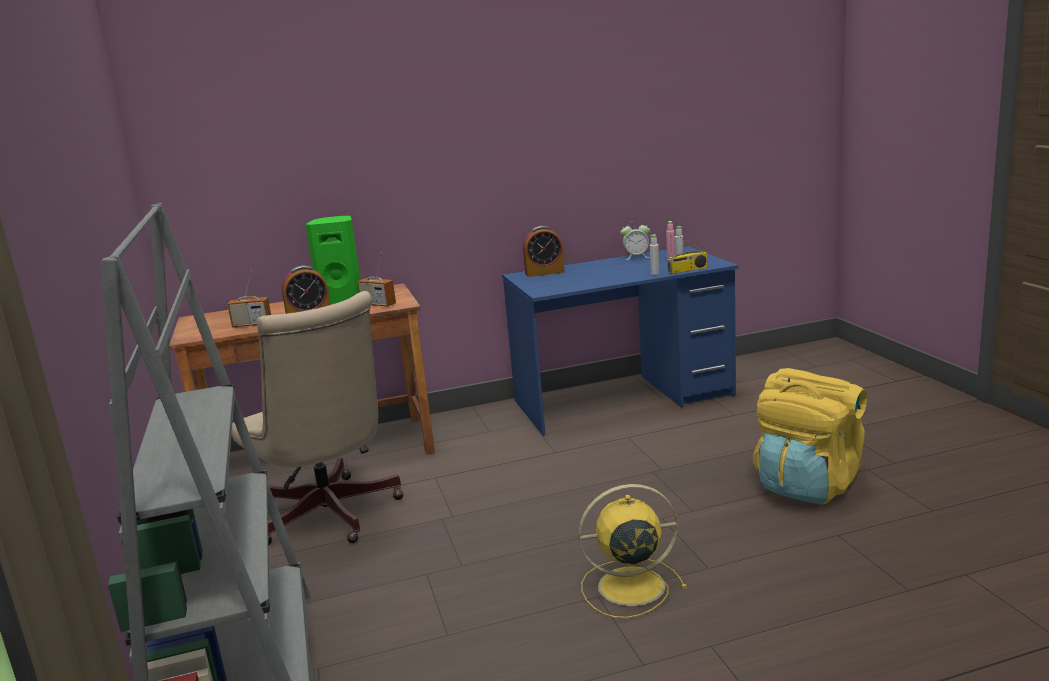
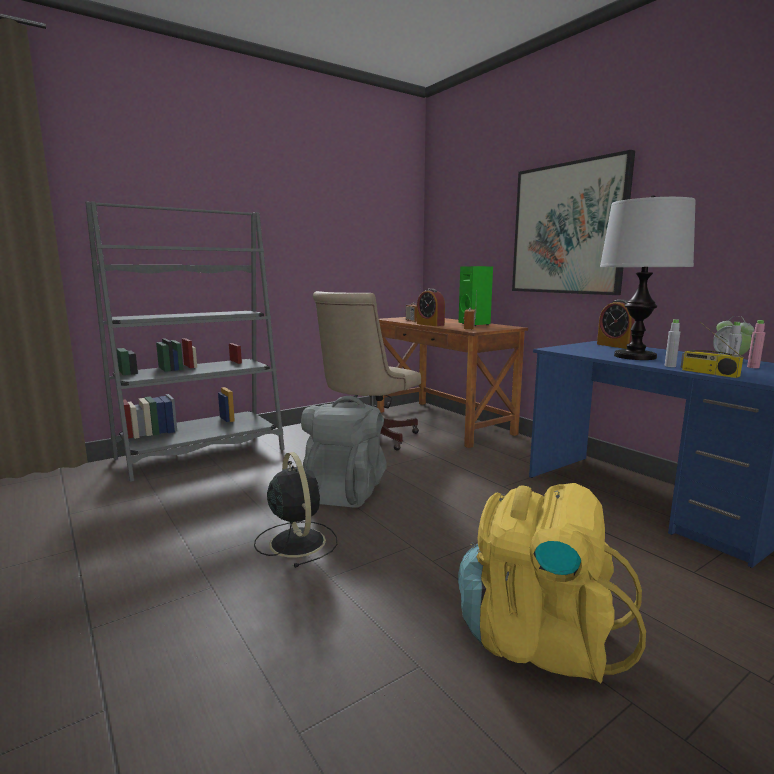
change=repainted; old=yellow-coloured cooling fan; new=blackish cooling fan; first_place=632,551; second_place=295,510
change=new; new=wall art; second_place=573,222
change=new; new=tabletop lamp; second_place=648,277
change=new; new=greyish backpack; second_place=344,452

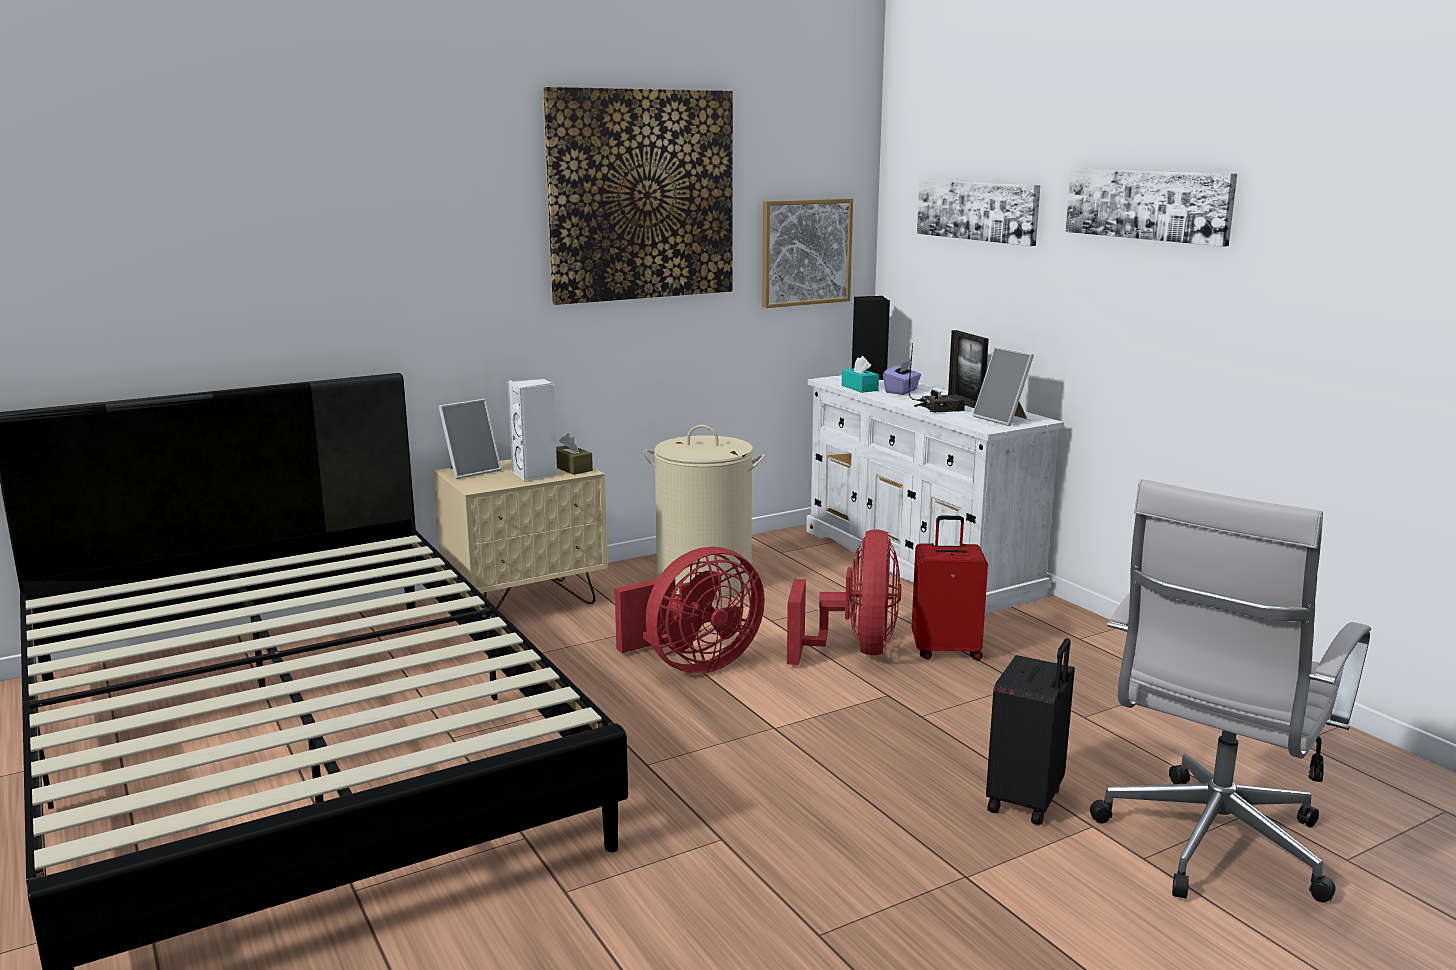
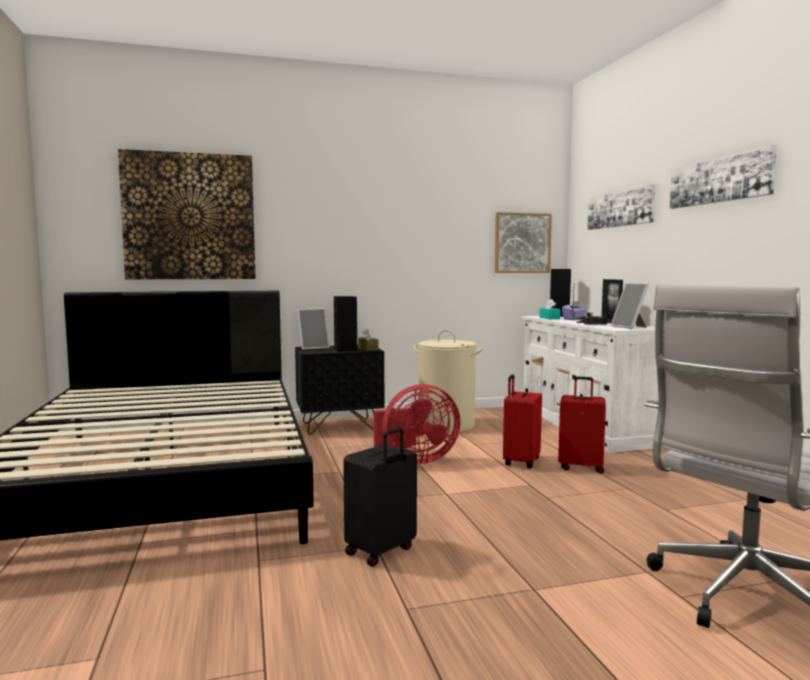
change=shifted; old=wall art; first_place=638,196; second_place=187,214
change=repainted; old=whitish loudspeaker; new=blackish loudspeaker; first_place=532,430; second_place=345,324
change=repainted; old=beige nightstand; new=blackish nightstand; first_place=521,534; second_place=339,389
change=swapped; old=red-coloured cooling fan; new=red-coloured piece of luggage; first_place=844,597; second_place=522,421
change=shifted; old=blackish piece of luggage; first_place=1030,731; second_place=380,496

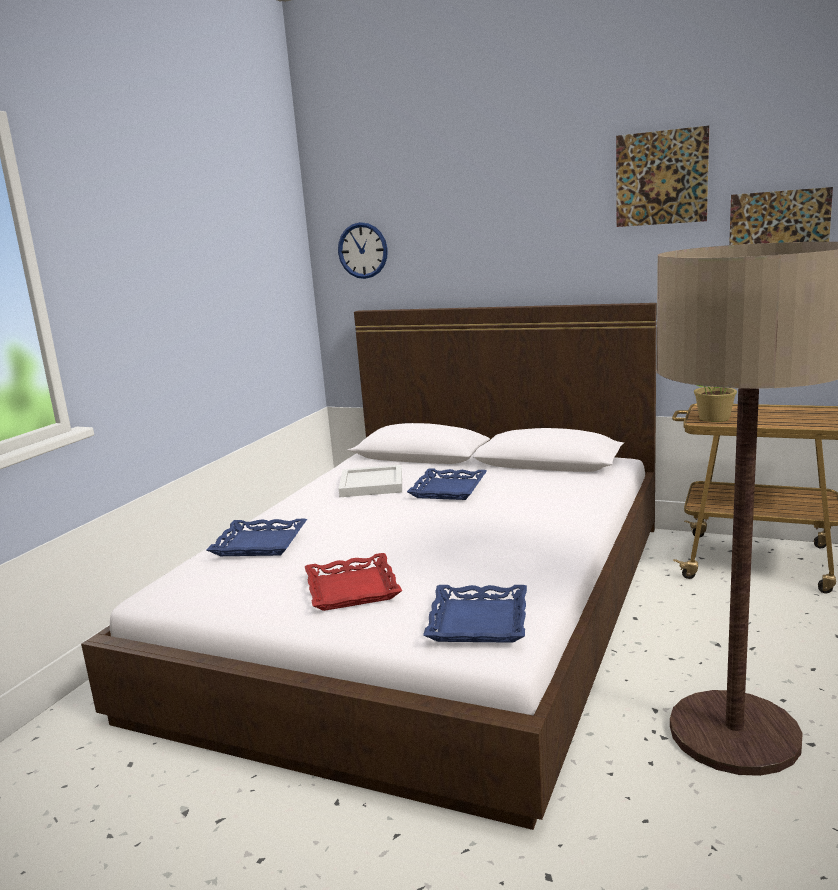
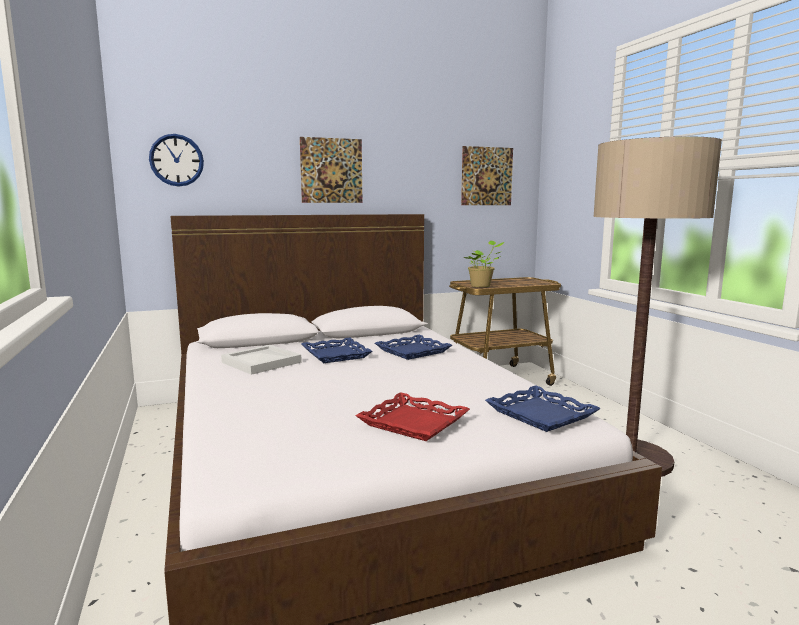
change=shifted; old=wall art; first_place=662,176; second_place=331,170
change=shifted; old=bluish carrying tray; first_place=256,537; second_place=413,347

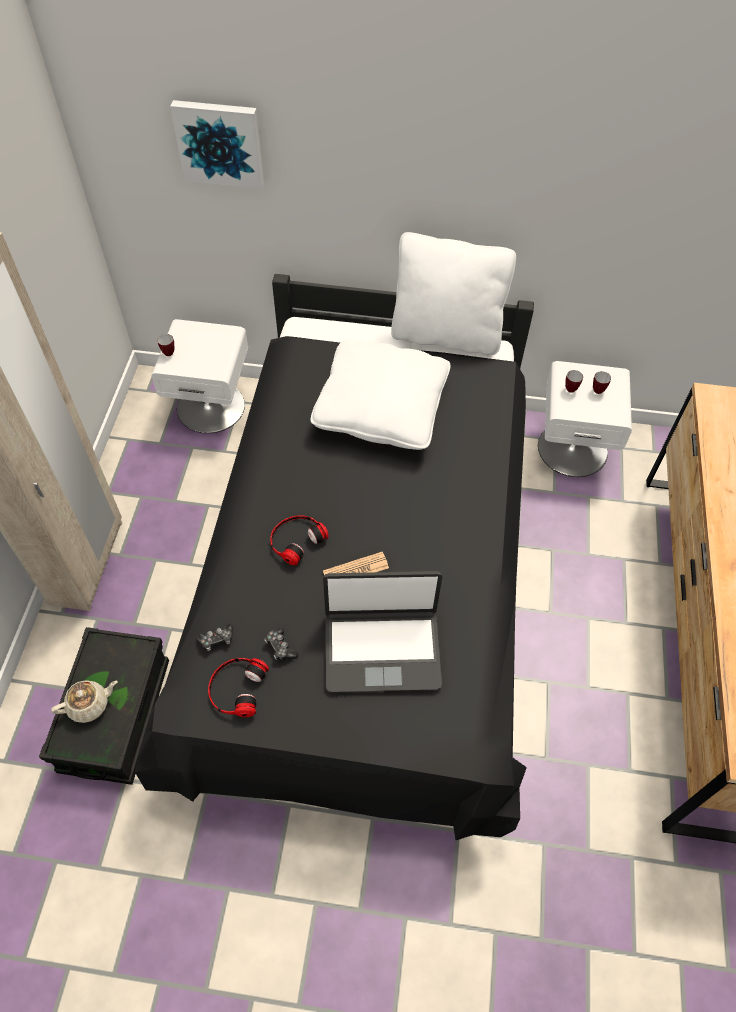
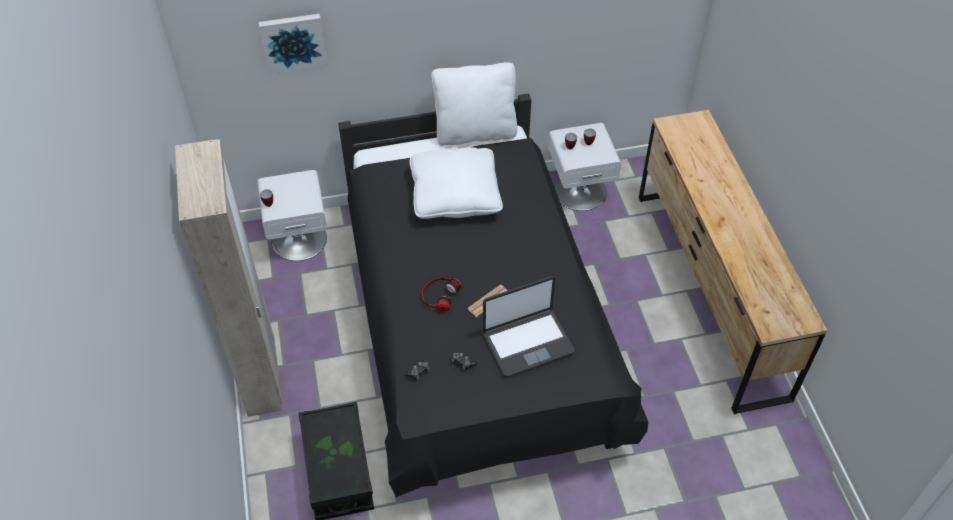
change=gone; old=headphones; first_place=238,687
change=gone; old=beige teapot; first_place=84,701

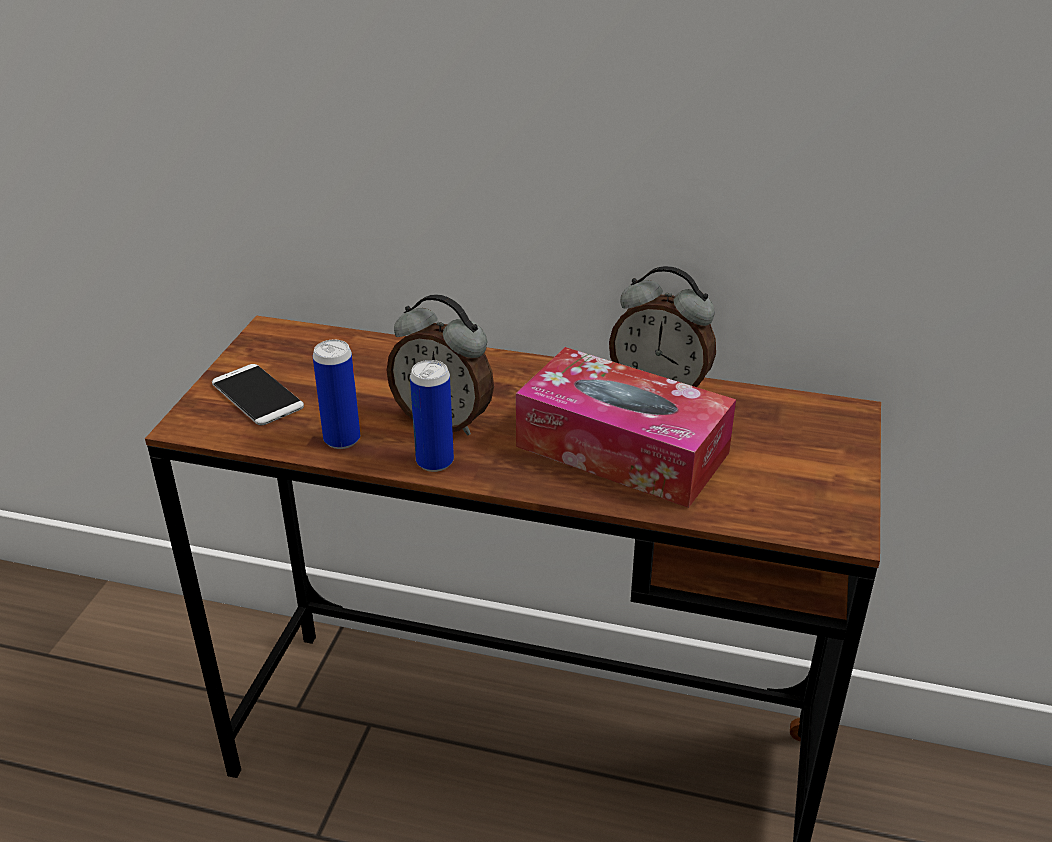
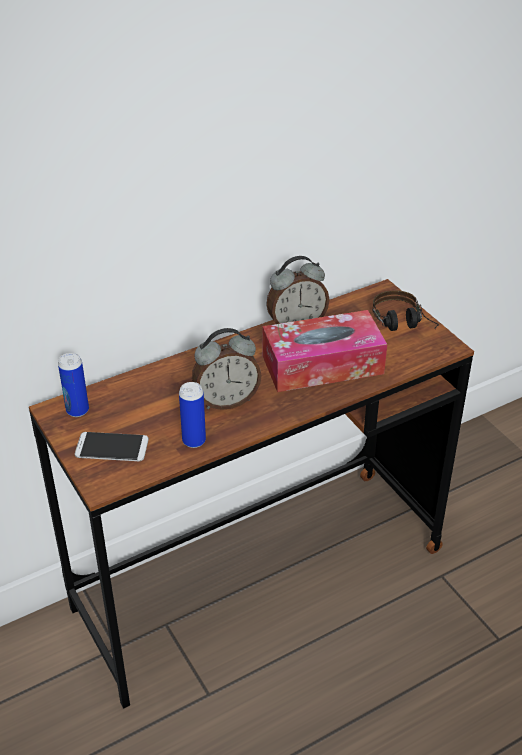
change=shifted; old=metal can; first_place=432,416; second_place=73,385
change=new; new=headphones; second_place=405,310

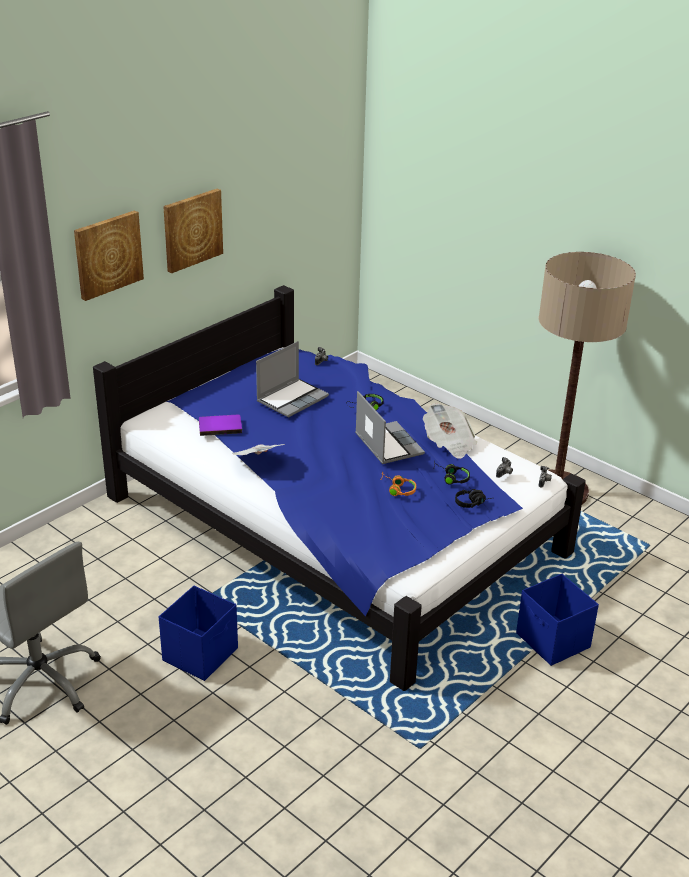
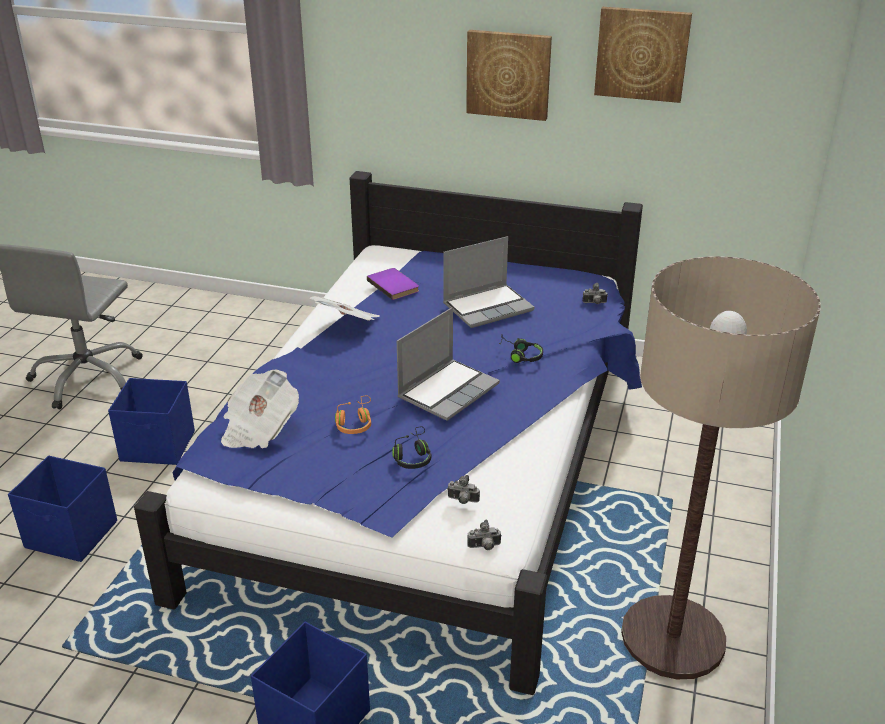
change=shifted; old=wall art; first_place=109,255; second_place=643,55
change=rotated; old=laptop; first_place=292,379; second_place=489,282; degrees=-45
change=shifted; old=daily paper; first_place=450,431; second_place=260,408
change=gone; old=blackish headphones; first_place=473,498
change=new; new=bluish storage container; second_place=62,509

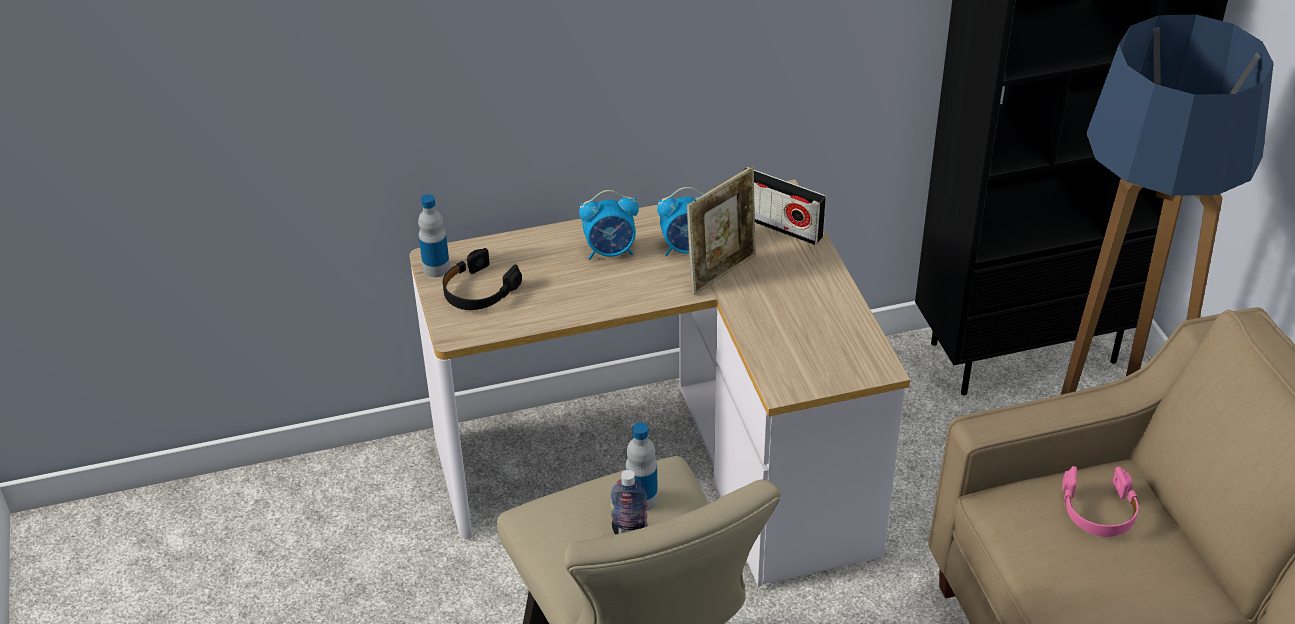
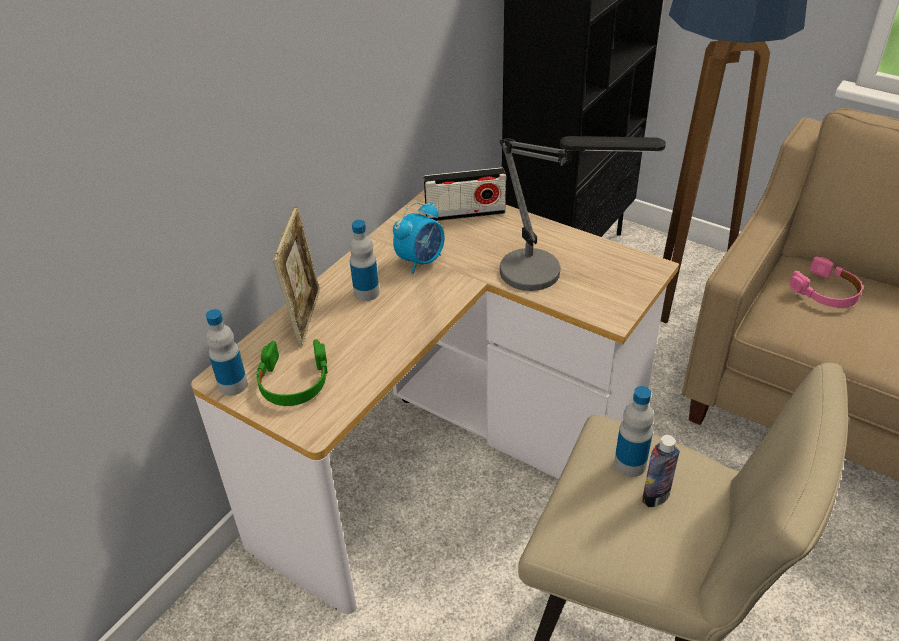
change=shifted; old=photo frame; first_place=721,230; second_place=296,276
change=swapped; old=bedside clock; new=bottle; first_place=609,225; second_place=364,260
change=repainted; old=blackish headphones; new=green headphones; first_place=482,279; second_place=292,372
change=new; new=tabletop lamp; second_place=583,213

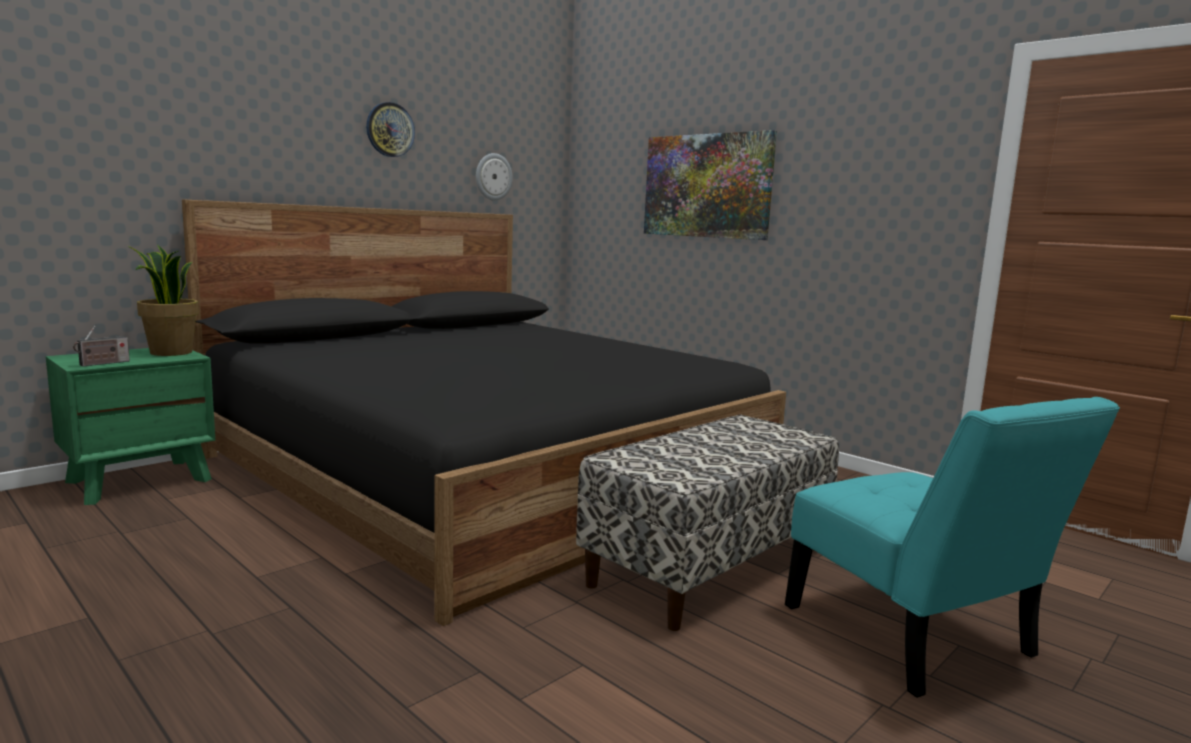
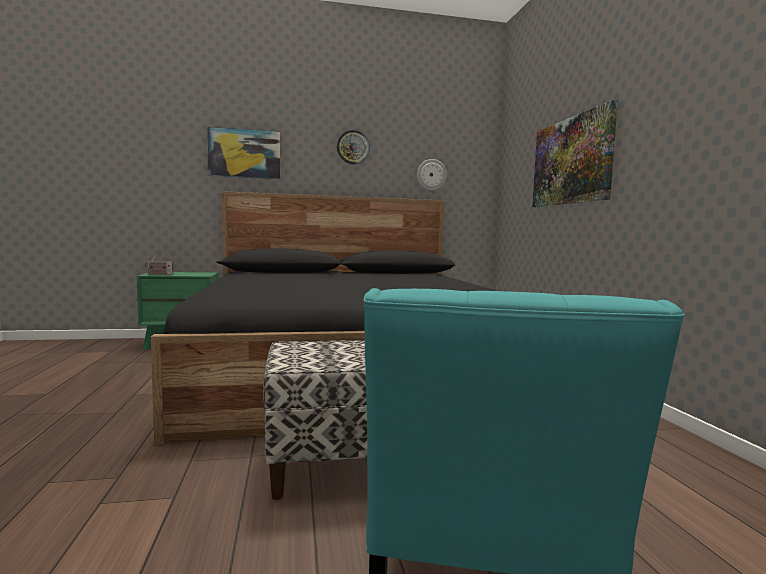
change=gone; old=plant in a pot; first_place=163,300
change=new; new=wall art; second_place=243,153

